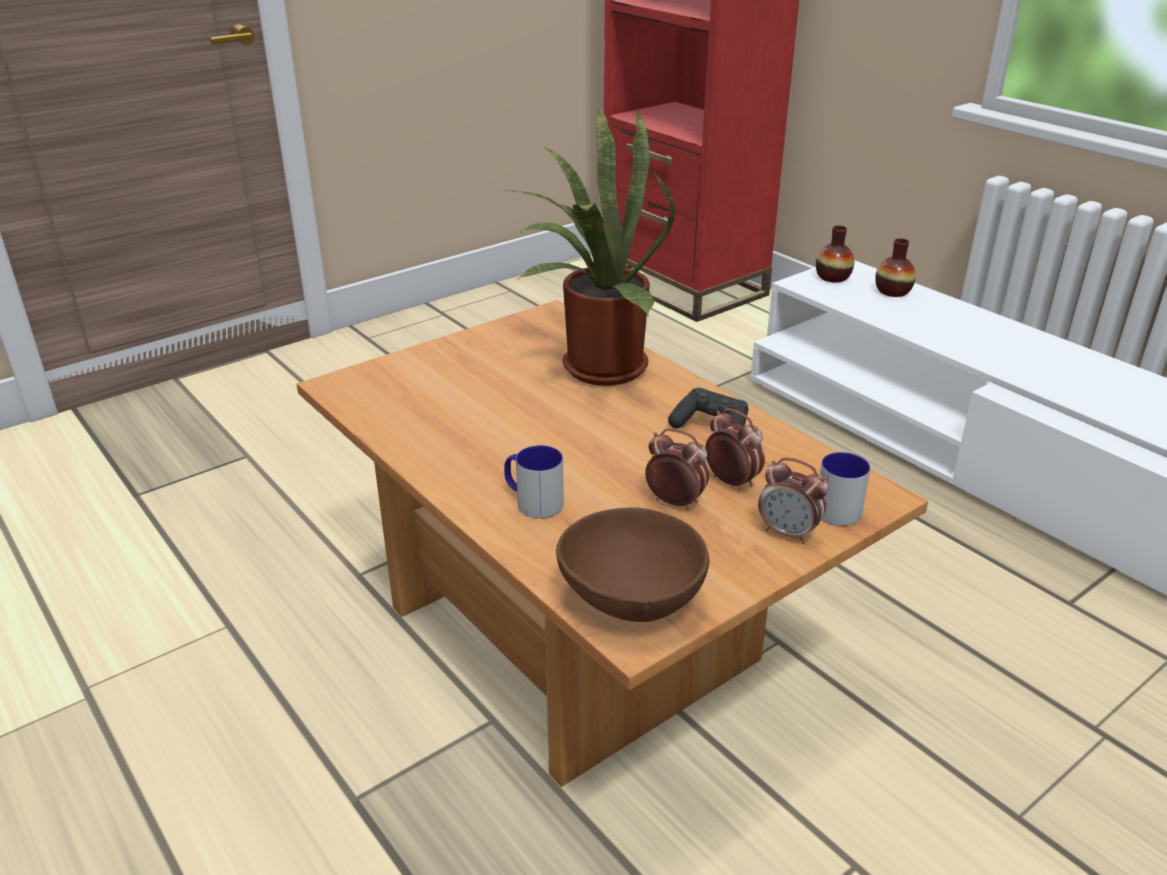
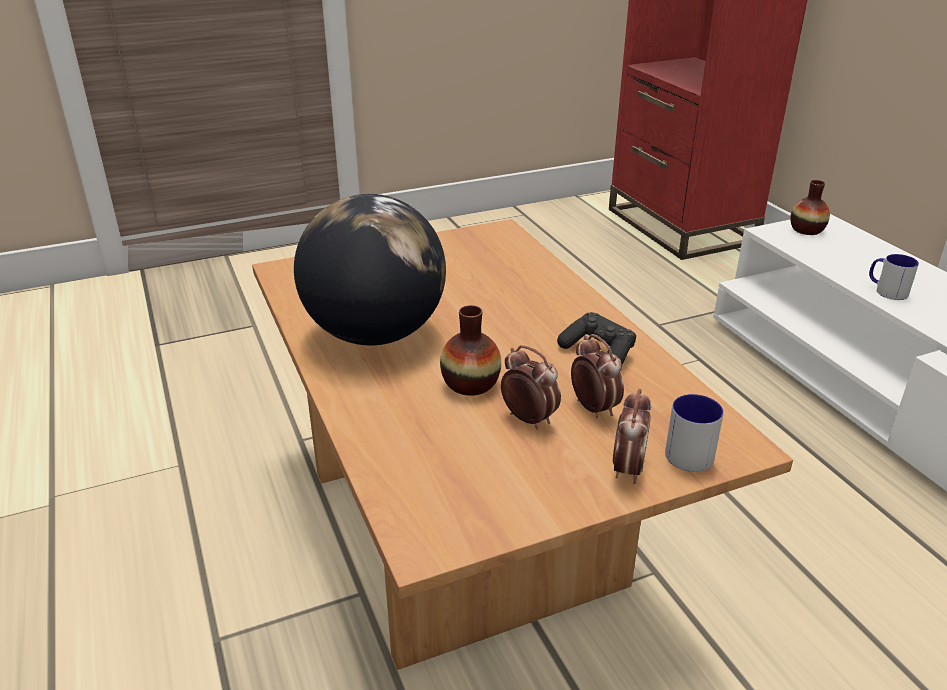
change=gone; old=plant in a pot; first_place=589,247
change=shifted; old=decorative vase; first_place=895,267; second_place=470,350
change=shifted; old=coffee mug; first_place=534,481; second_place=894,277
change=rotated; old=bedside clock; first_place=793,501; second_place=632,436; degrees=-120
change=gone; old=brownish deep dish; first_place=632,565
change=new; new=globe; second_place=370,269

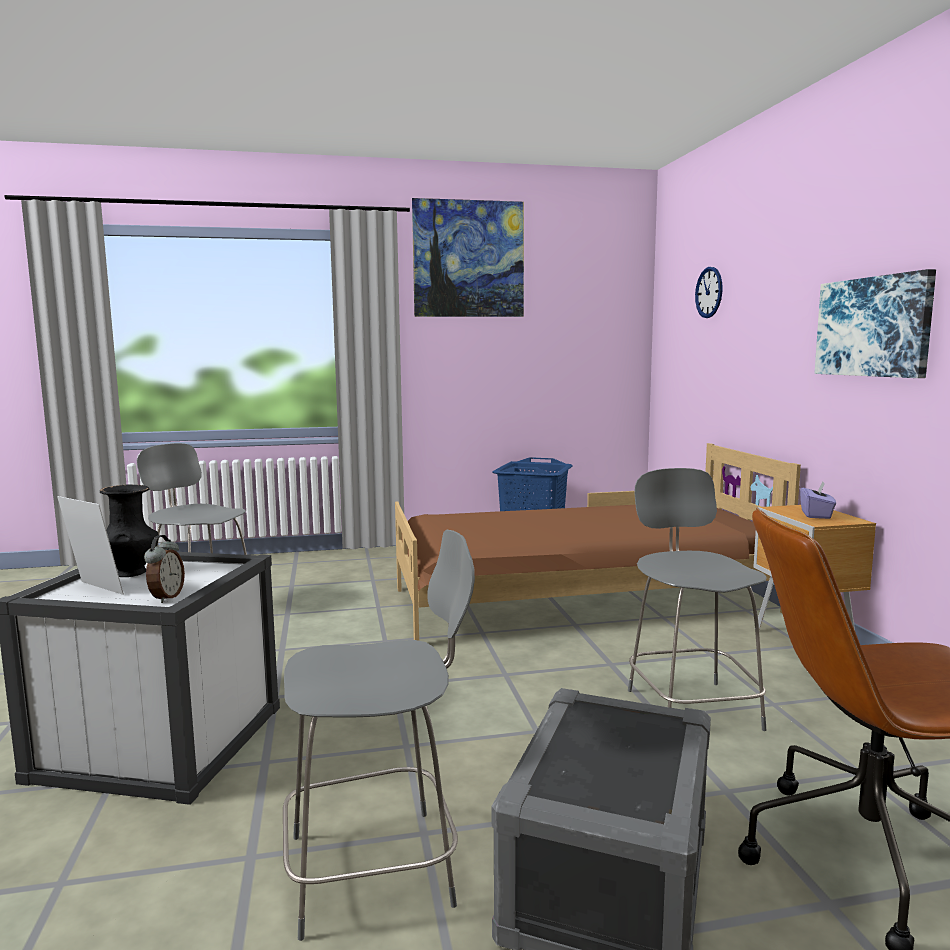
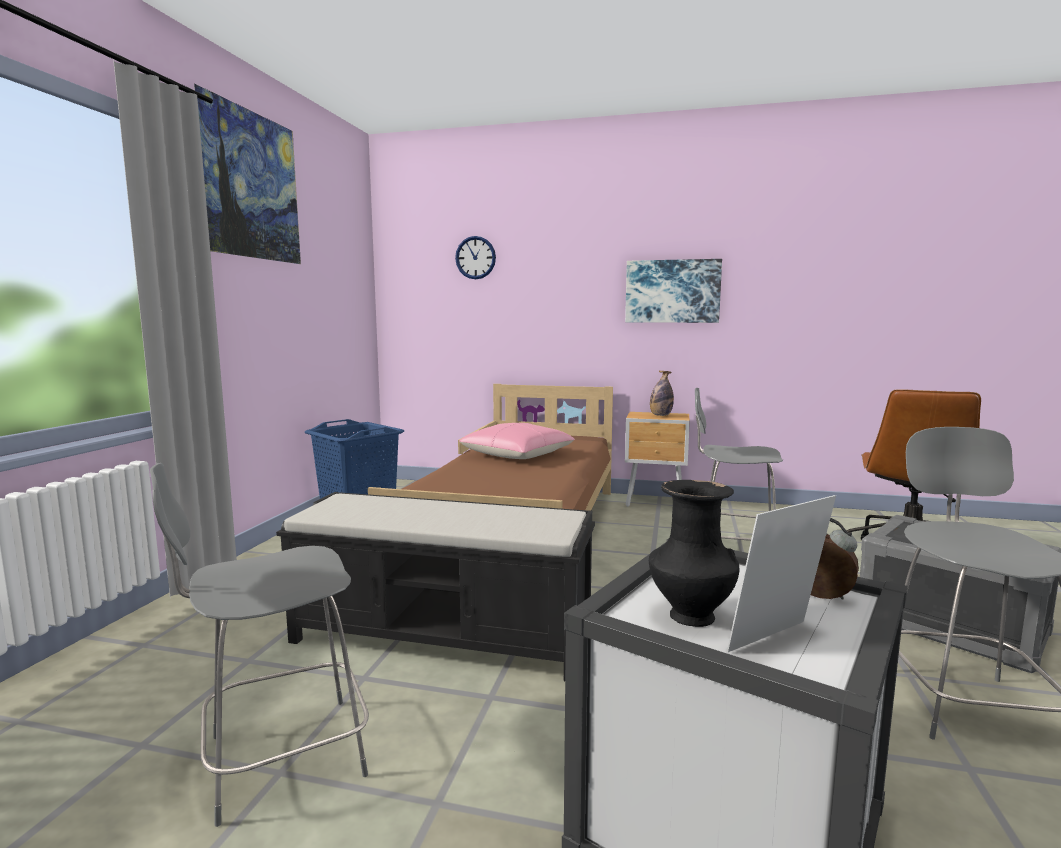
change=swapped; old=purplish tissue holder; new=bottle; first_place=818,500; second_place=662,393
change=new; new=pink-coloured throw pillow; second_place=517,441
change=new; new=blackish indoor bench; second_place=435,586

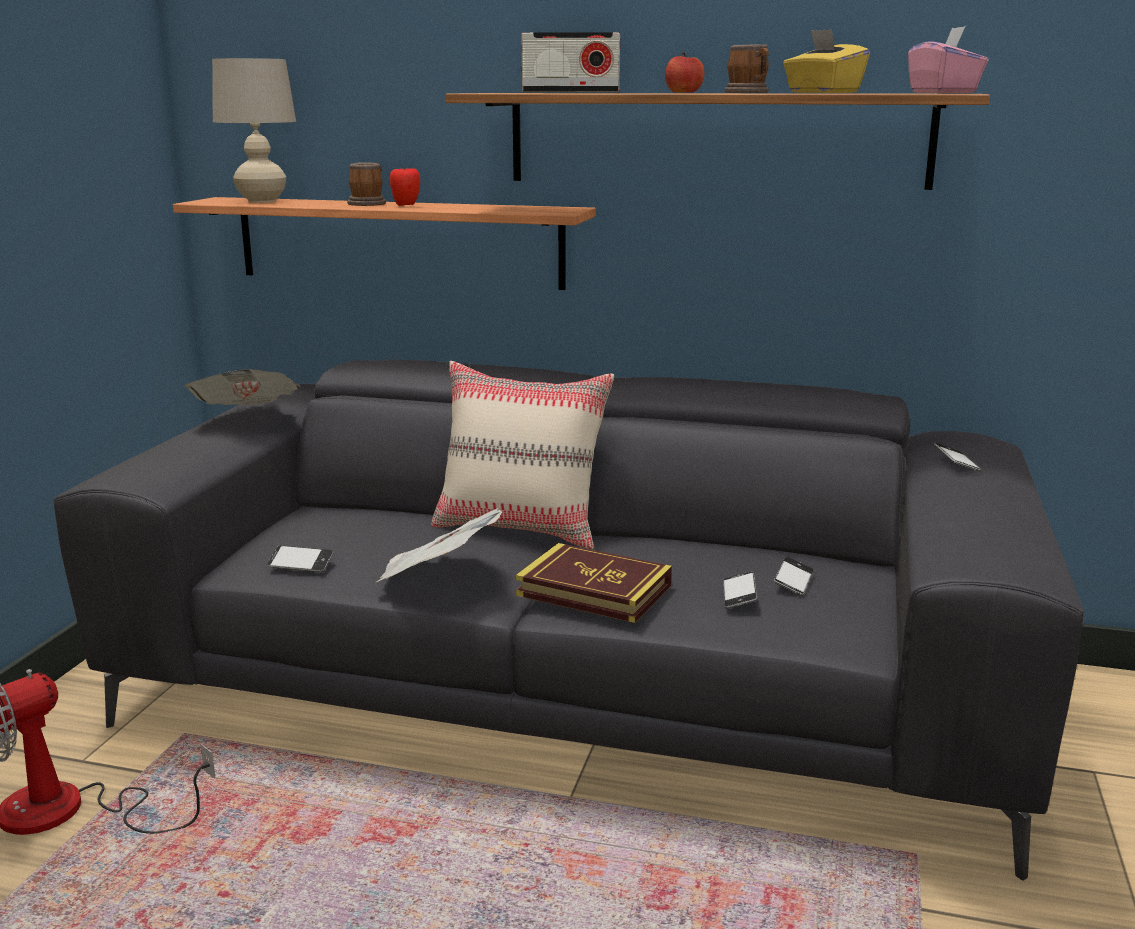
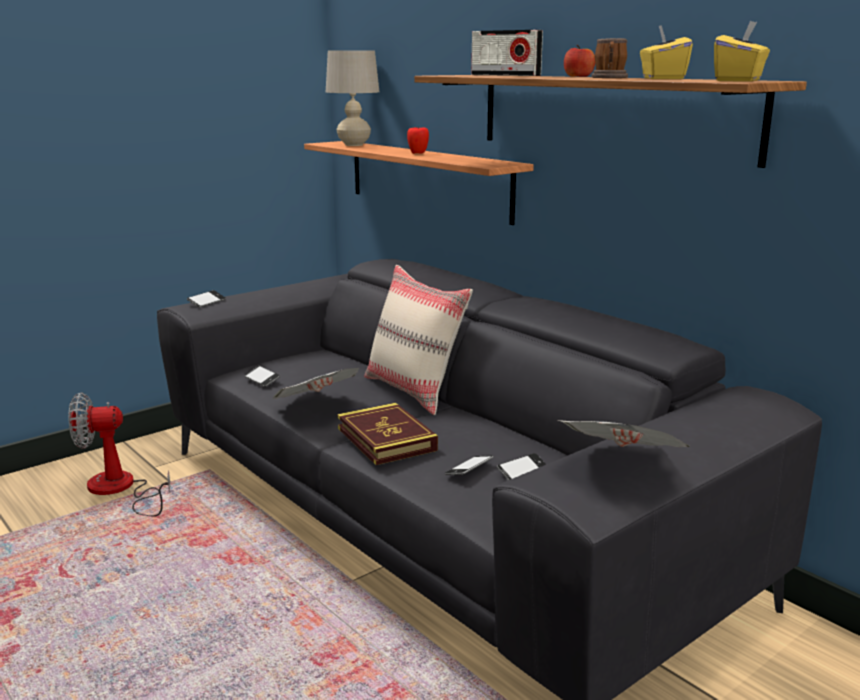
change=repainted; old=pink-coloured tissue holder; new=yellow-coloured tissue holder; first_place=948,59; second_place=742,51
change=gone; old=coffee mug; first_place=366,184
change=shifted; old=daily paper; first_place=241,387; second_place=623,434
change=shifted; old=phone; first_place=957,457; second_place=206,299

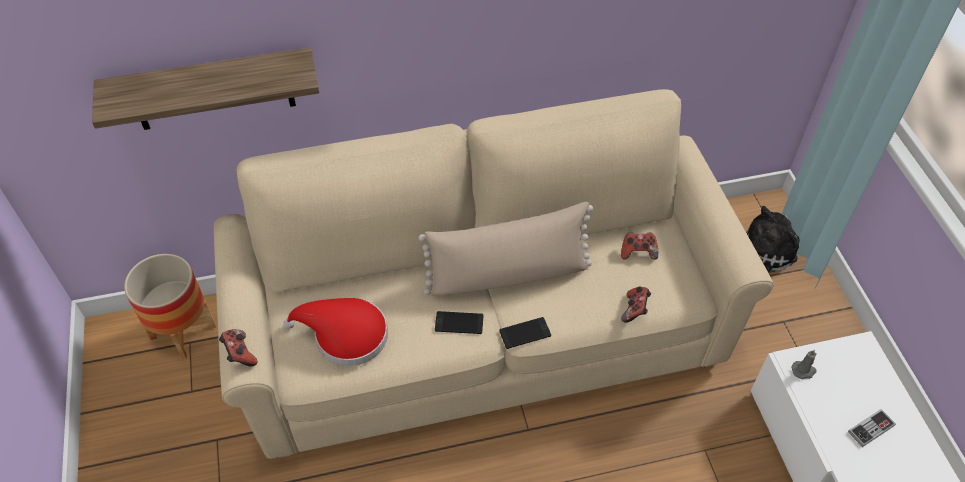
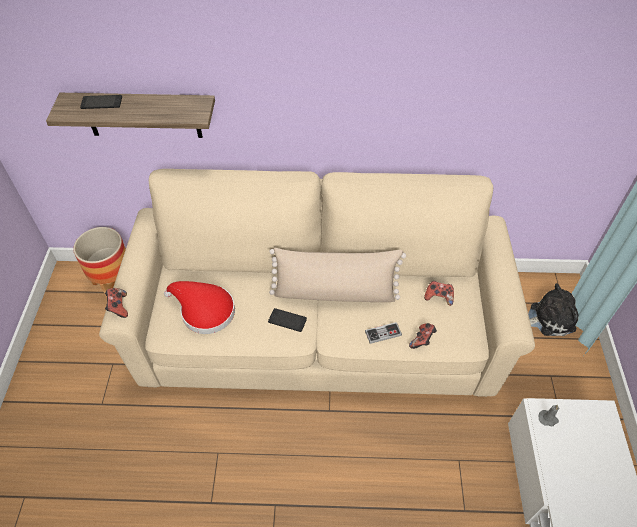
change=shifted; old=phone; first_place=525,333; second_place=101,102
change=shifted; old=joypad; first_place=872,428; second_place=383,333

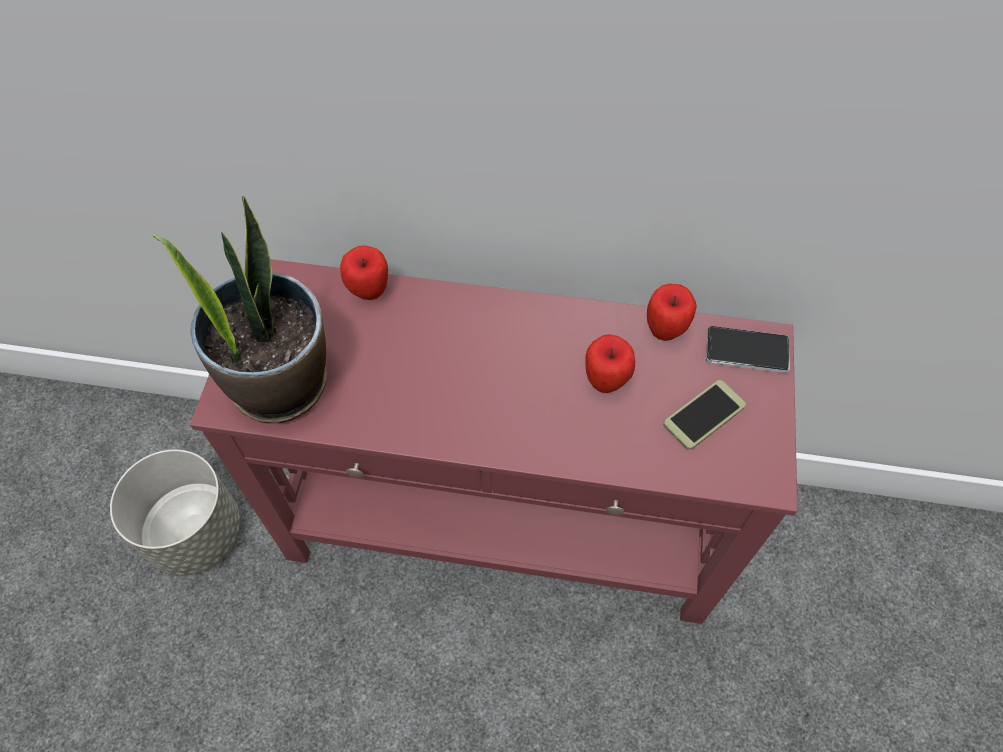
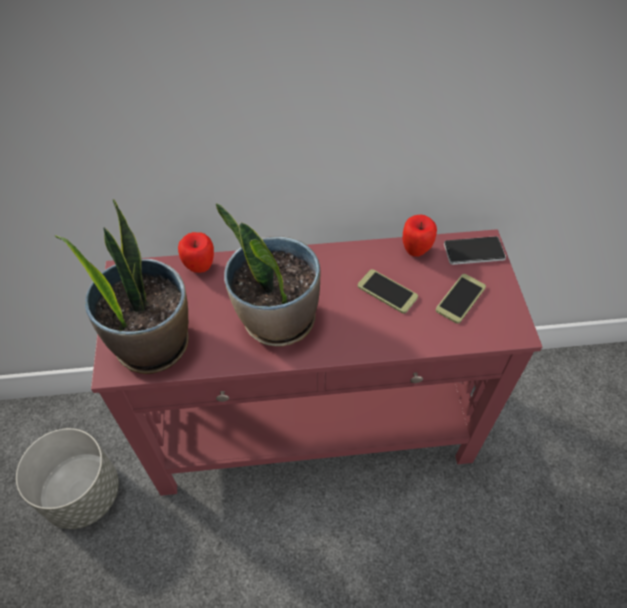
change=swapped; old=apple fruit; new=phone; first_place=610,363; second_place=388,291
change=new; new=plant in a pot; second_place=268,275

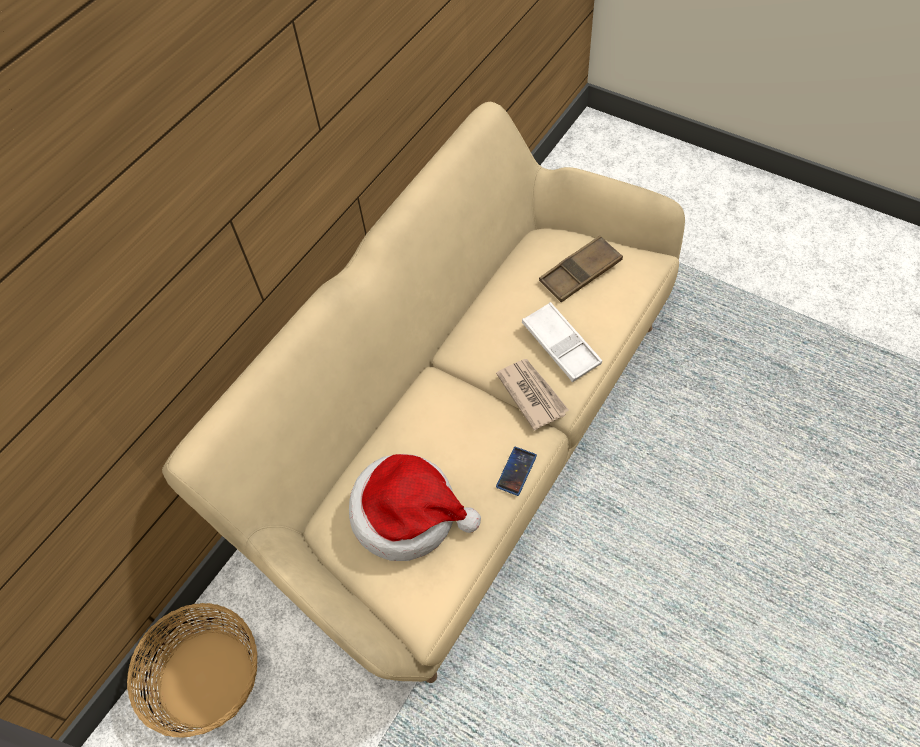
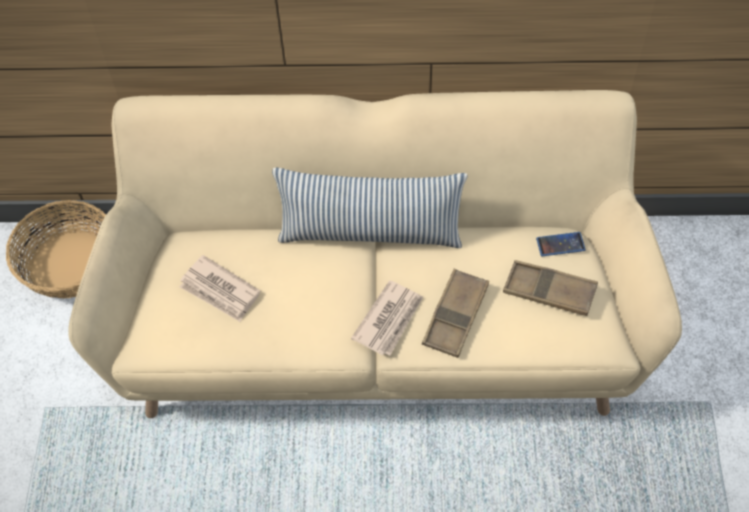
change=repainted; old=whitish carrying tray; new=brownish carrying tray; first_place=562,342; second_place=455,313
change=shifted; old=phone; first_place=516,471; second_place=561,244
change=swapped; old=hat; new=daily paper; first_place=415,507; second_place=220,288
change=new; new=throw pillow; second_place=369,208

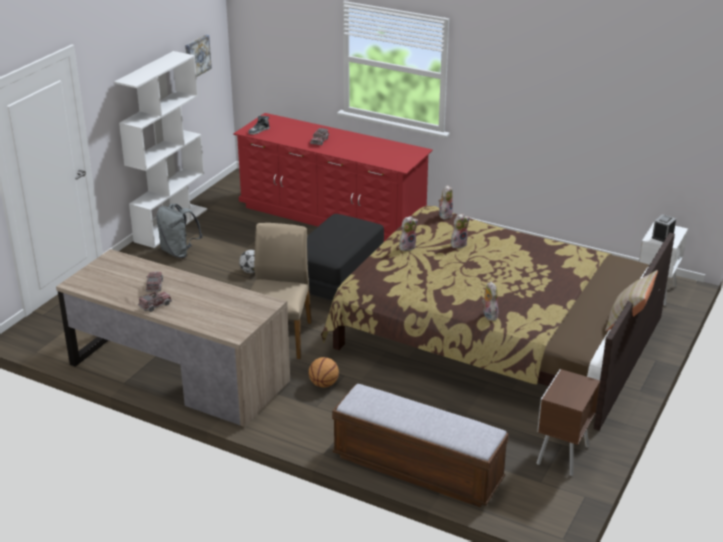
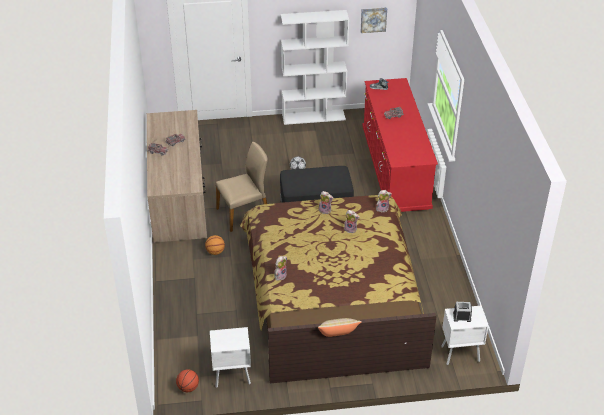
change=gone; old=greyish backpack; first_place=179,231
change=repainted; old=brownish nightstand; new=whitish nightstand; first_place=568,422; second_place=230,357
change=gone; old=indoor bench; first_place=420,445
change=new; new=basketball; second_place=187,380

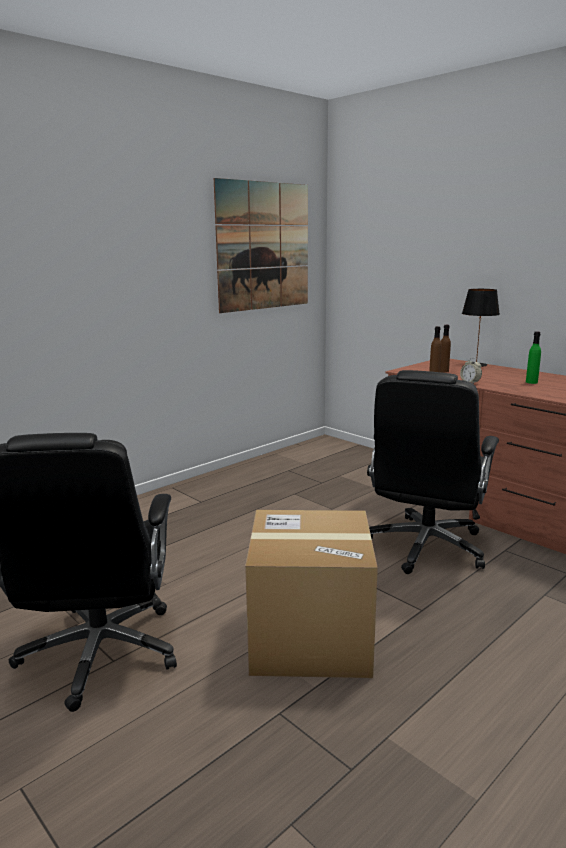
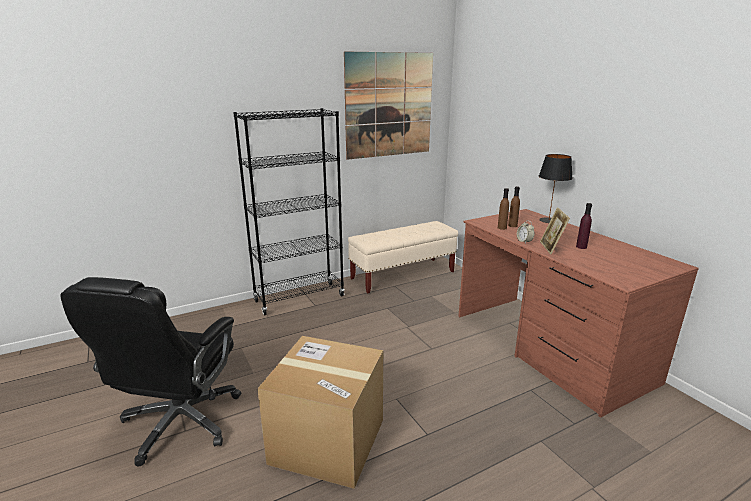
change=repainted; old=green bottle; new=purplish bottle; first_place=533,358; second_place=584,226
change=gone; old=blackish office chair; first_place=433,472
change=new; new=blackish bookshelf; second_place=289,211
change=new; new=photo frame; second_place=555,230
change=new; new=beige indoor bench; second_place=403,257

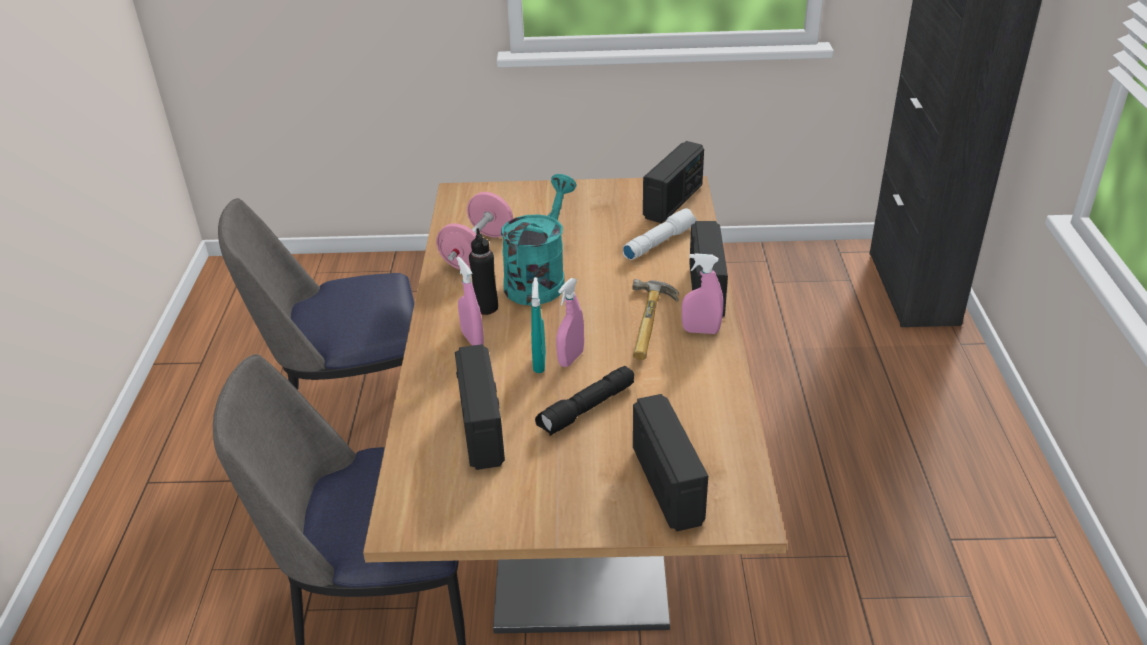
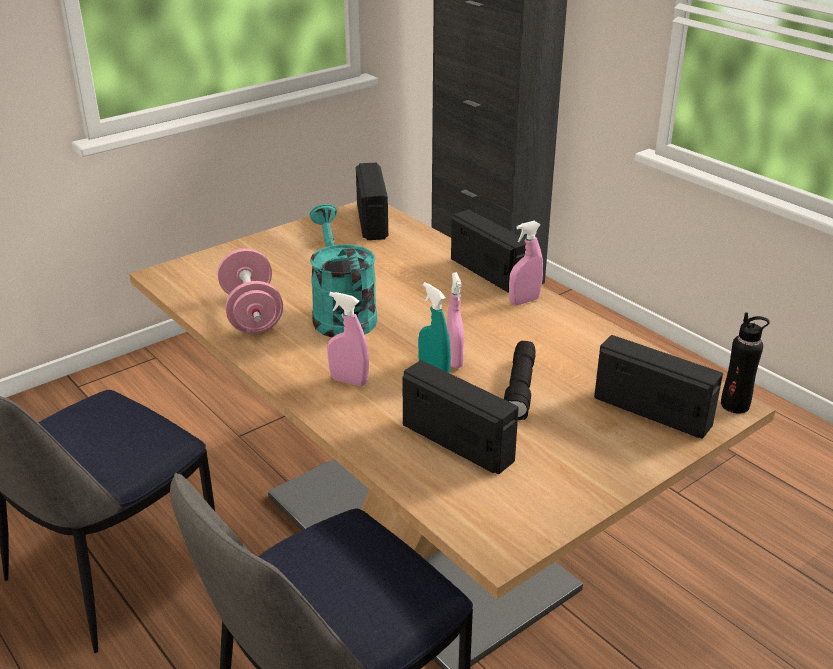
change=gone; old=whitish hand torch; first_place=660,234
change=shifted; old=blackish bottle; first_place=483,271; second_place=745,362
change=gone; old=hand hammer; first_place=655,319

